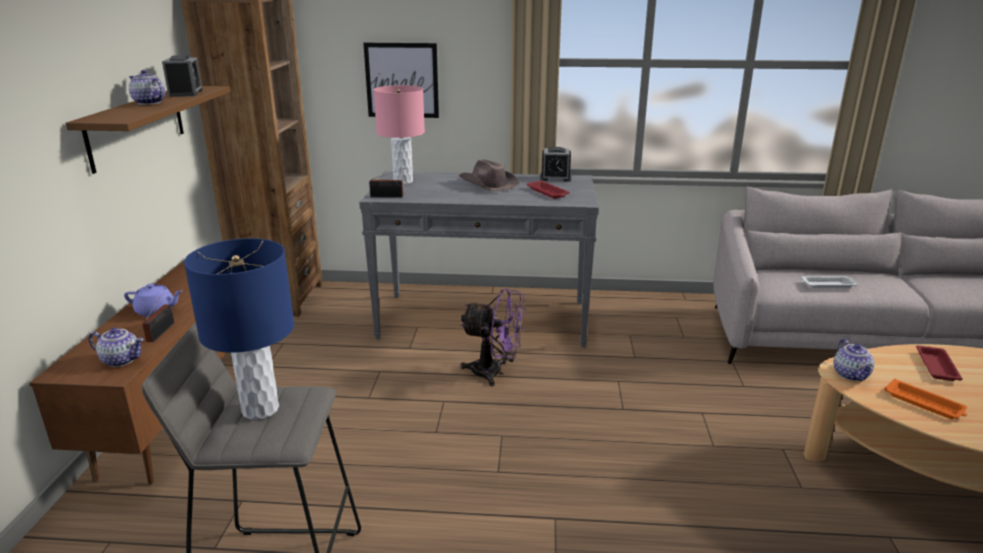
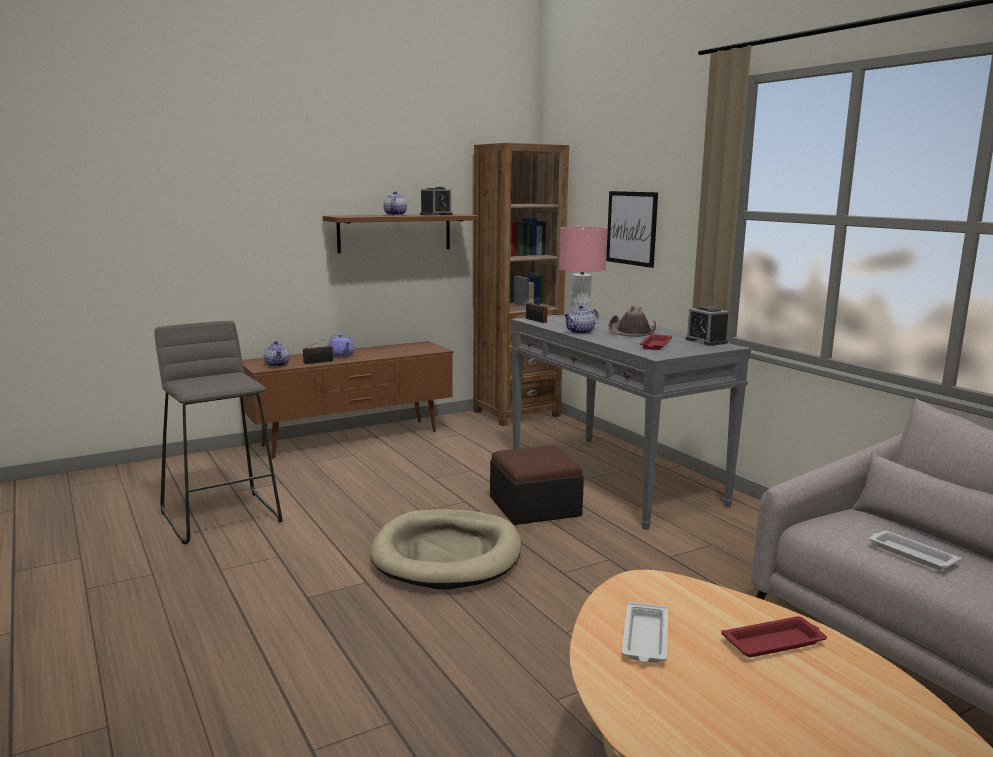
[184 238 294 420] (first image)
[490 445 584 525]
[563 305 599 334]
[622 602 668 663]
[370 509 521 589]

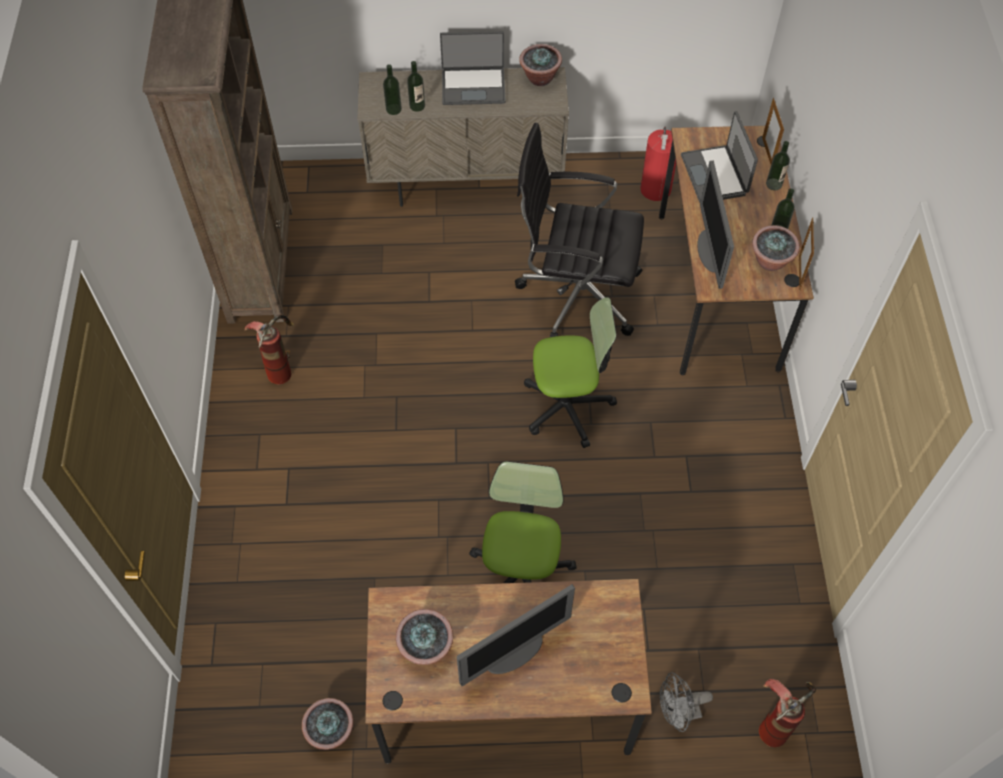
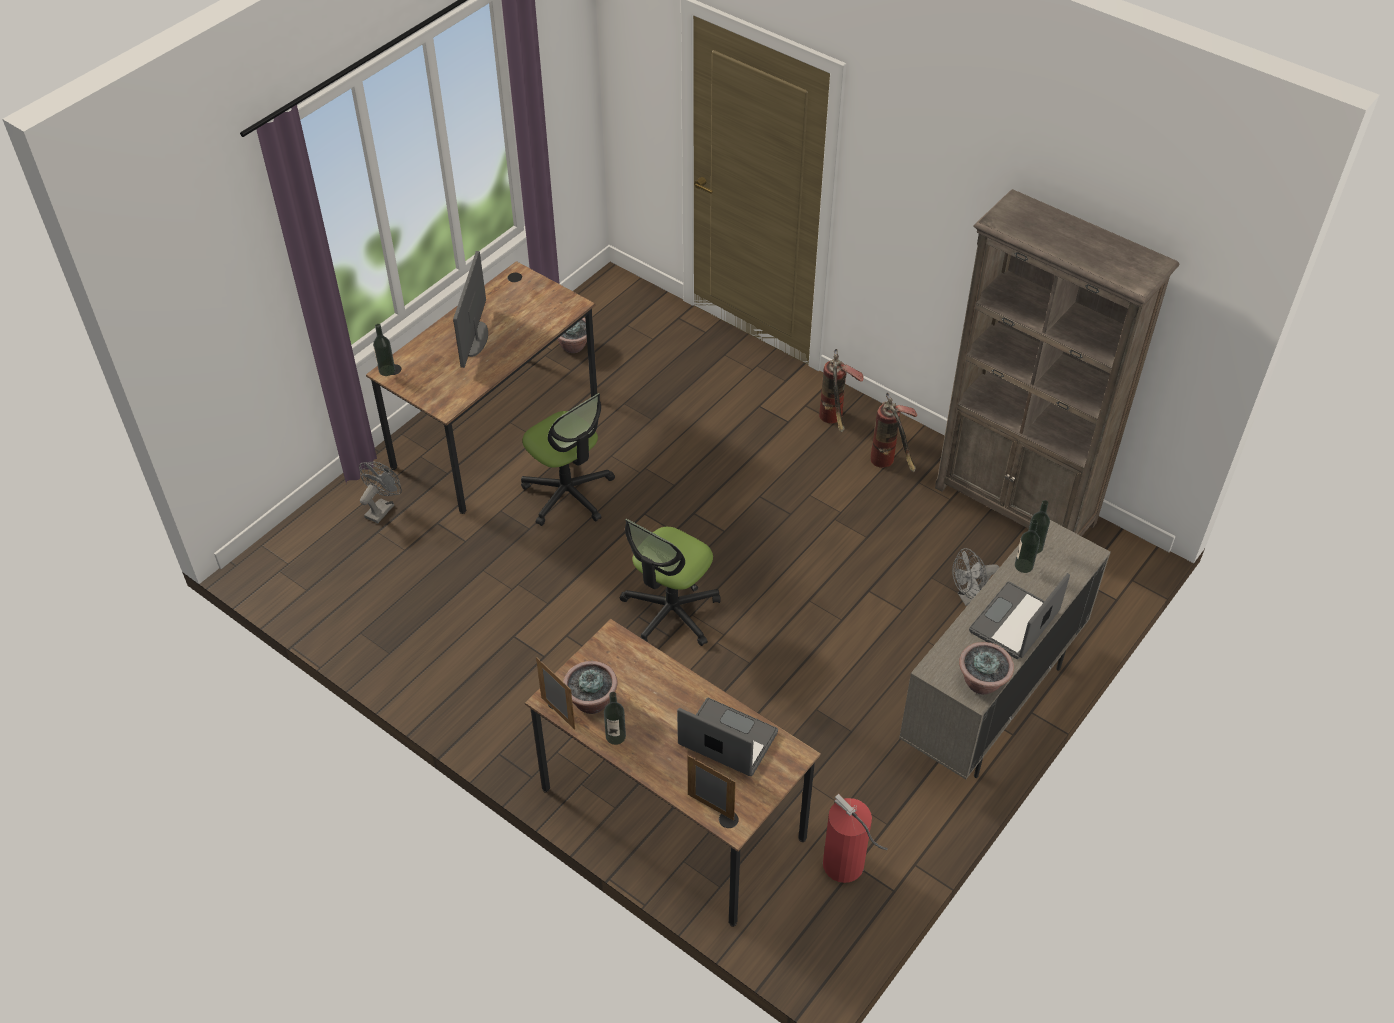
[515 123 644 337] (first image)
[373 324 395 376]
[697 161 734 289] (first image)
[396 609 453 665] (first image)
[819 349 864 432]
[952 548 999 606]

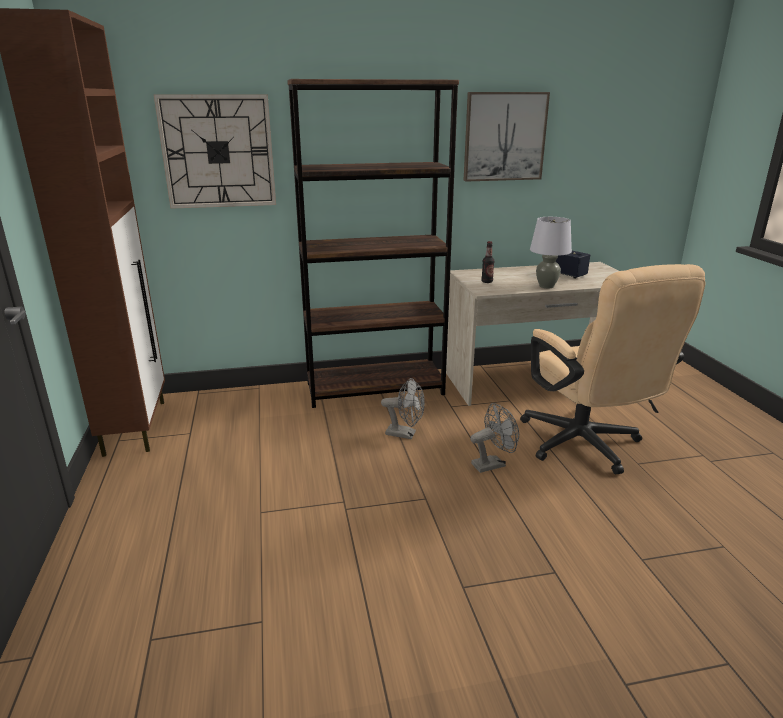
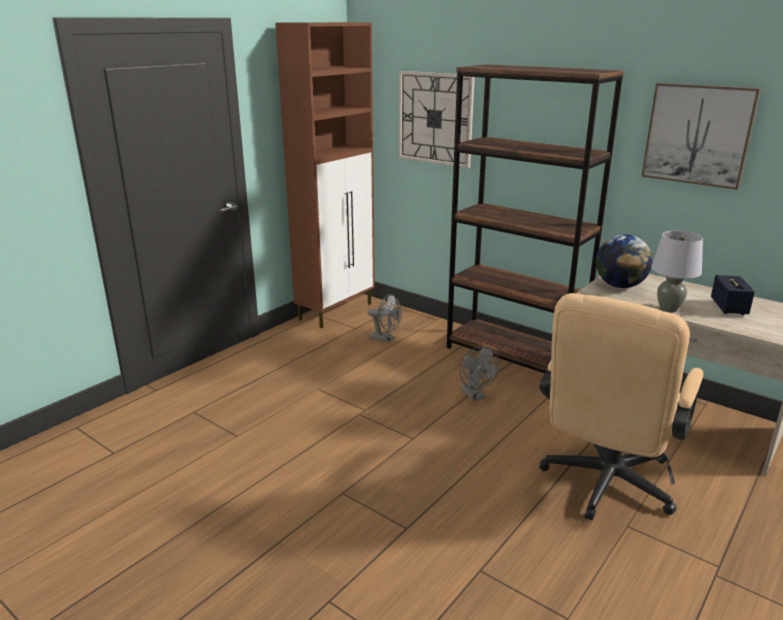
[596 234 653 288]
[367 294 402 343]

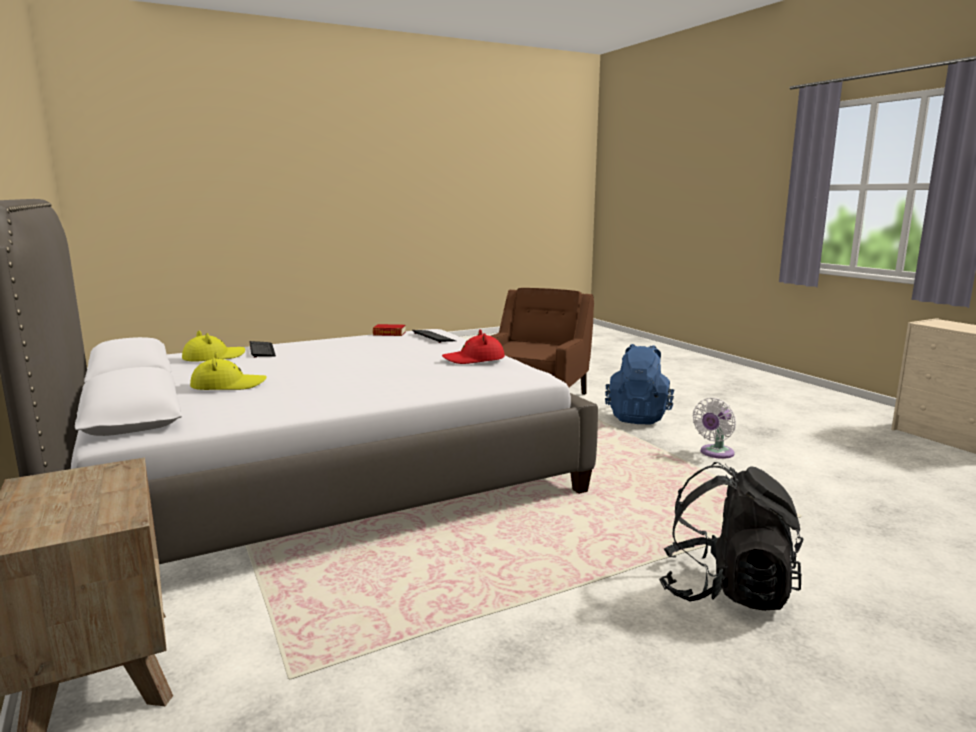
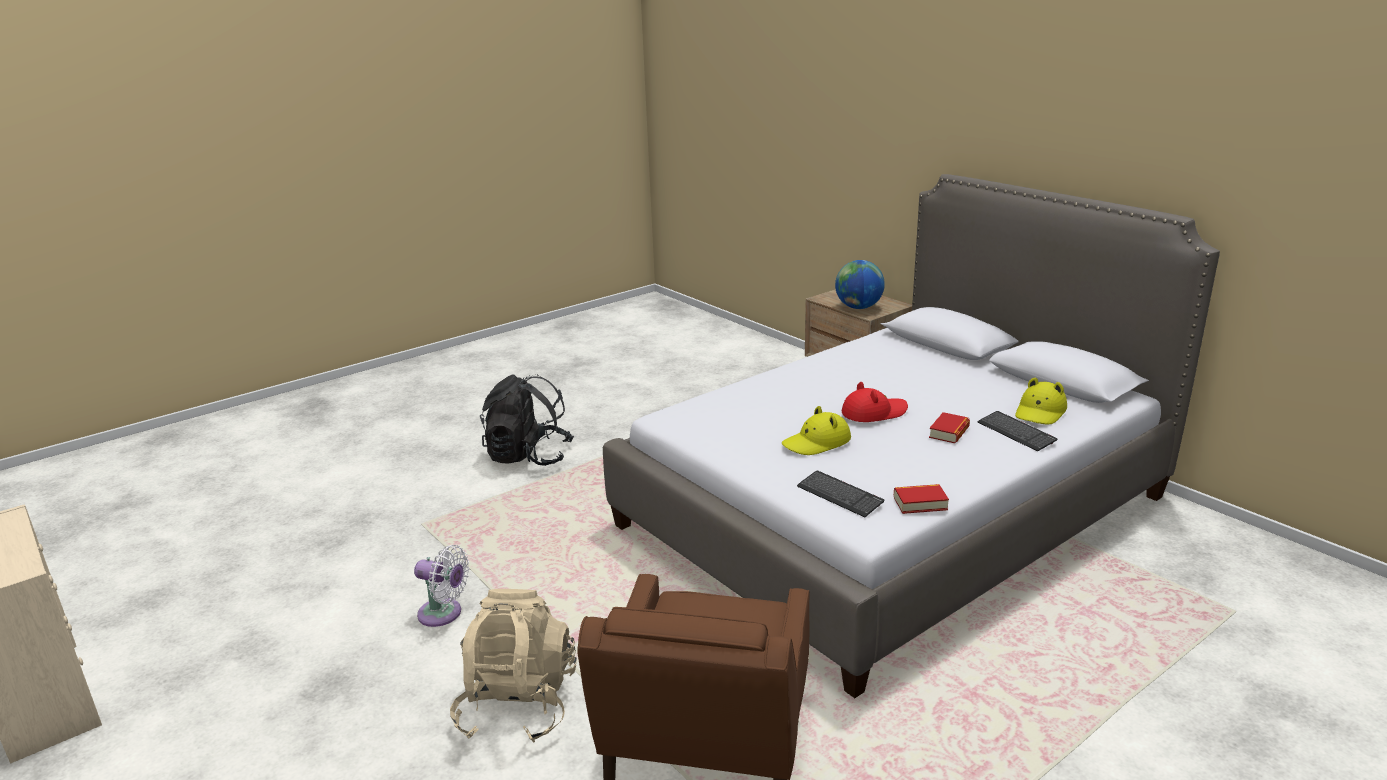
[842 382 908 422]
[450 589 576 742]
[782 406 851 455]
[414 545 469 627]
[835 260 885 309]
[929 412 970 443]

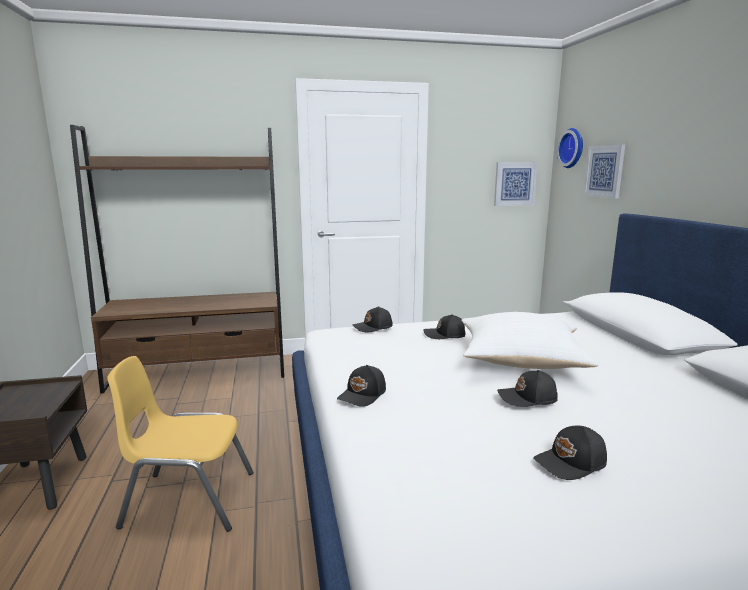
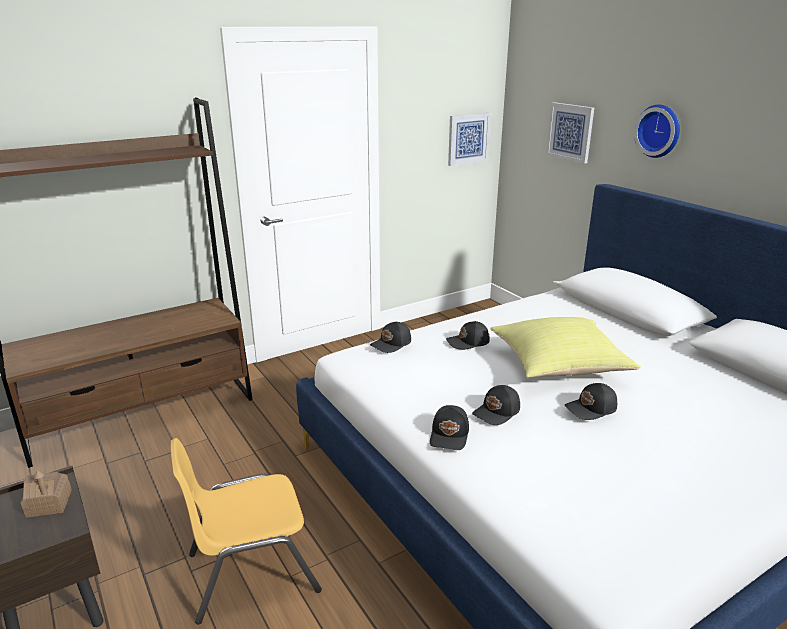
[634 105 680 158]
[490 317 641 378]
[472 385 520 425]
[20 470 72 518]

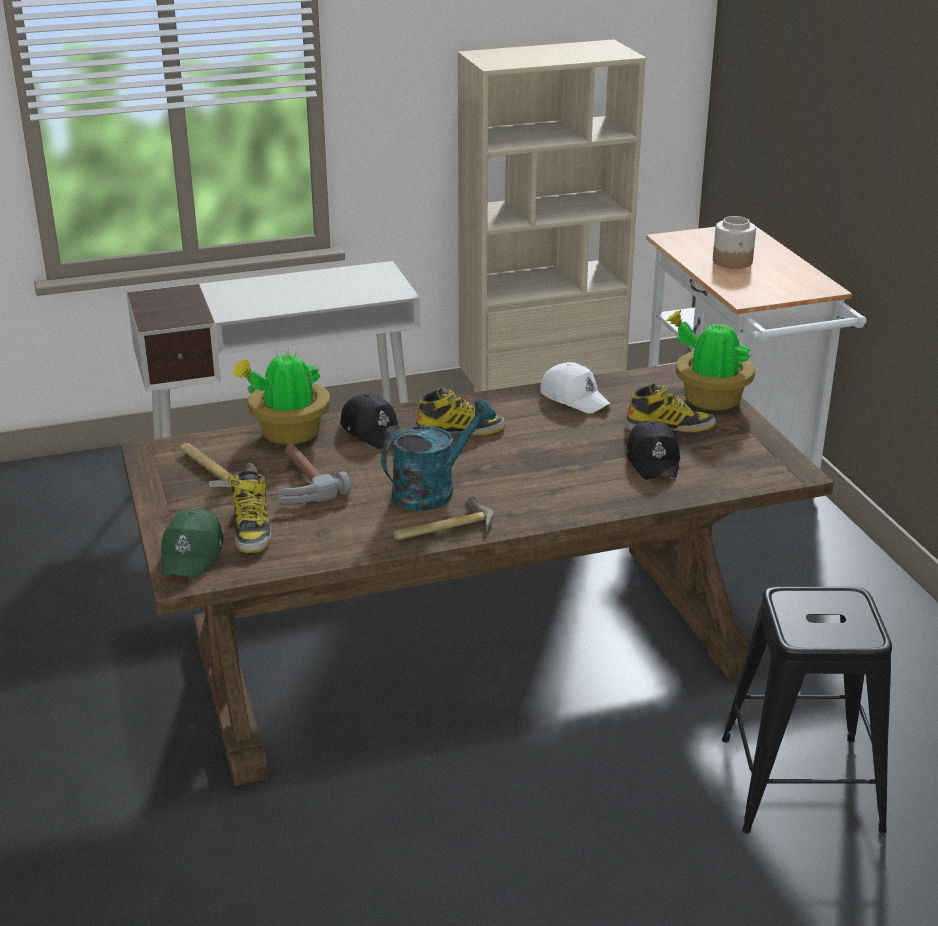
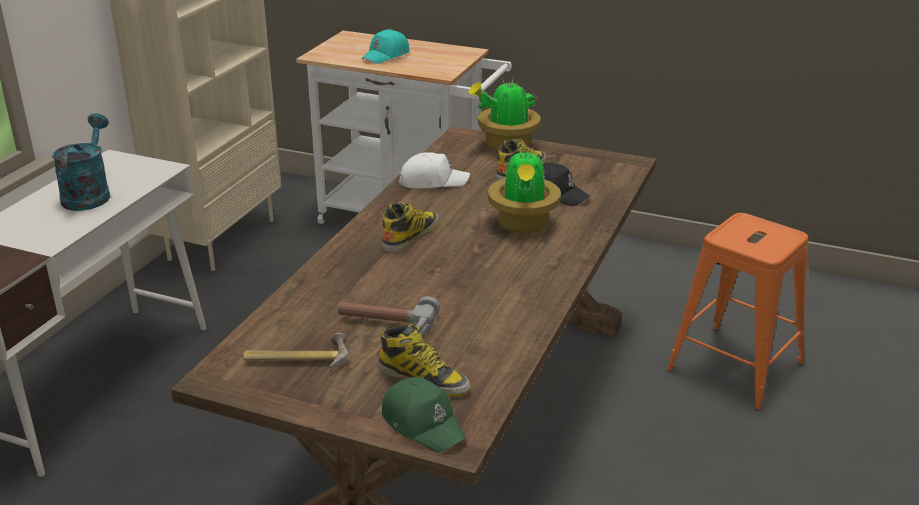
[362 29 410 64]
[488 146 561 233]
[341 393 400 449] (first image)
[52 113 110 211]
[393 495 494 540] (first image)
[667 213 808 410]

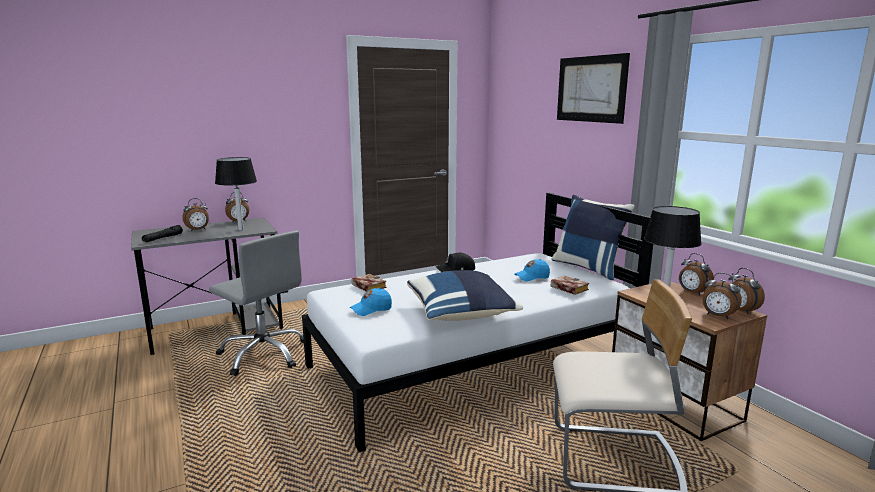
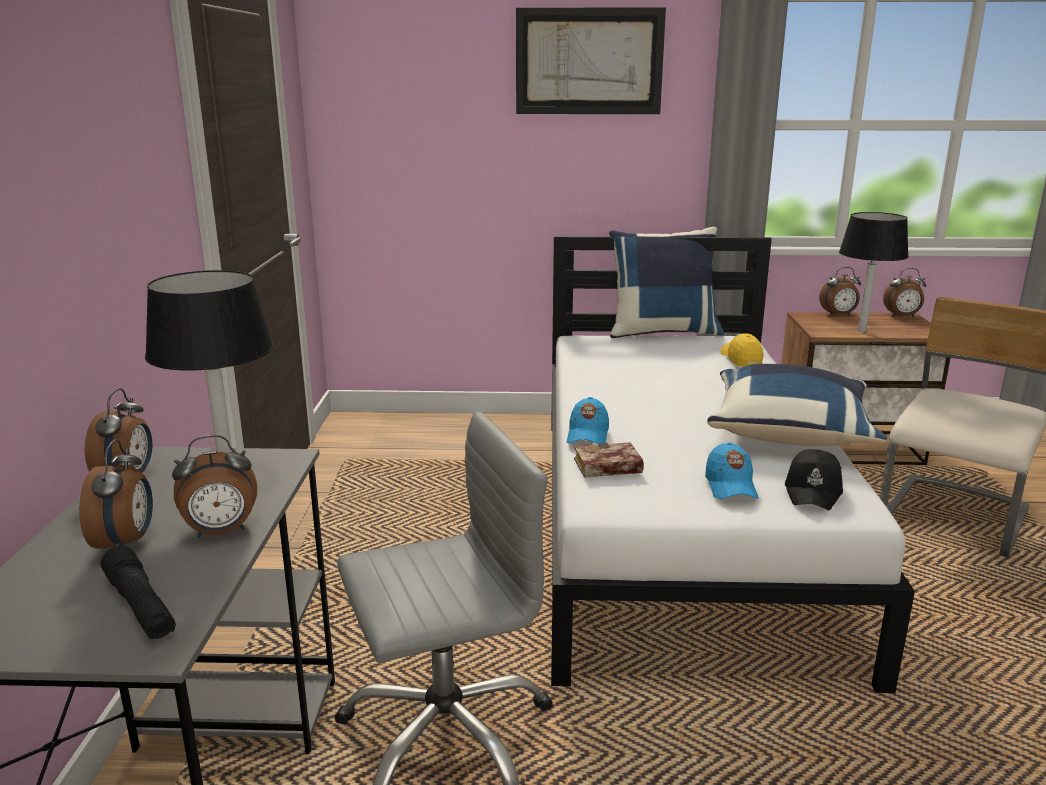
[785 449 843 510]
[567 397 609 444]
[172 435 257 537]
[720 333 763 367]

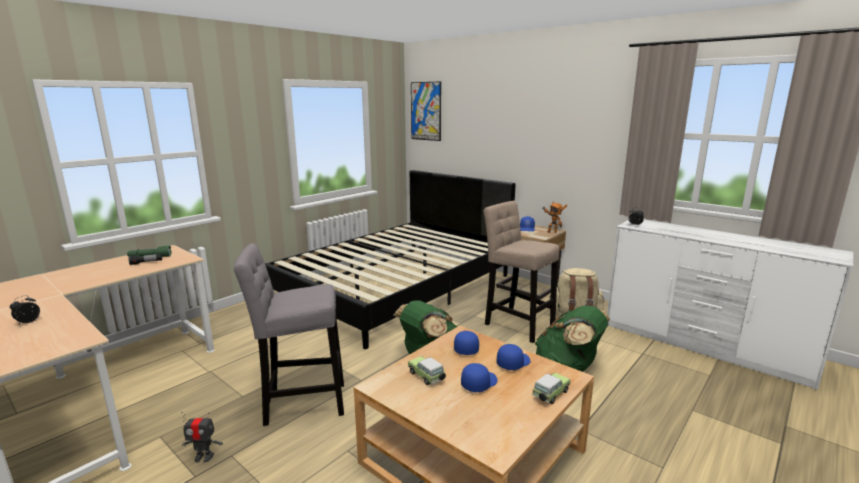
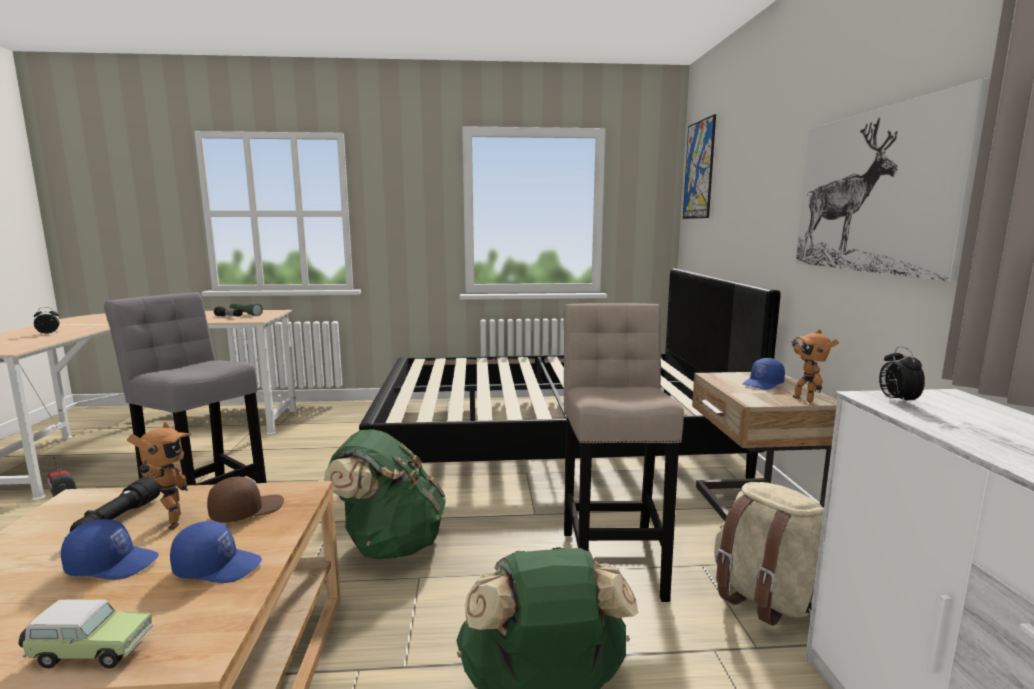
[207 477 284 523]
[70 477 161 532]
[796 79 990 282]
[127 422 192 530]

